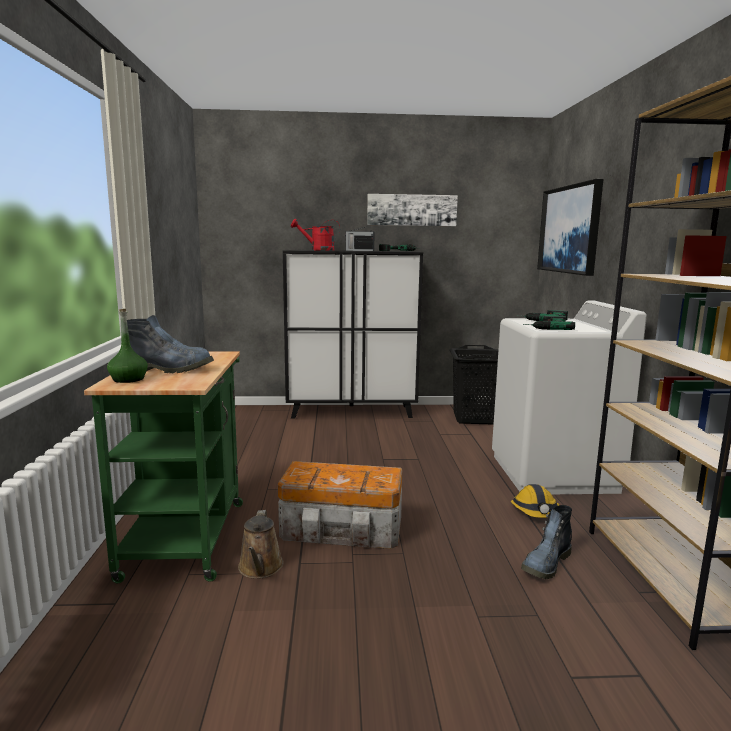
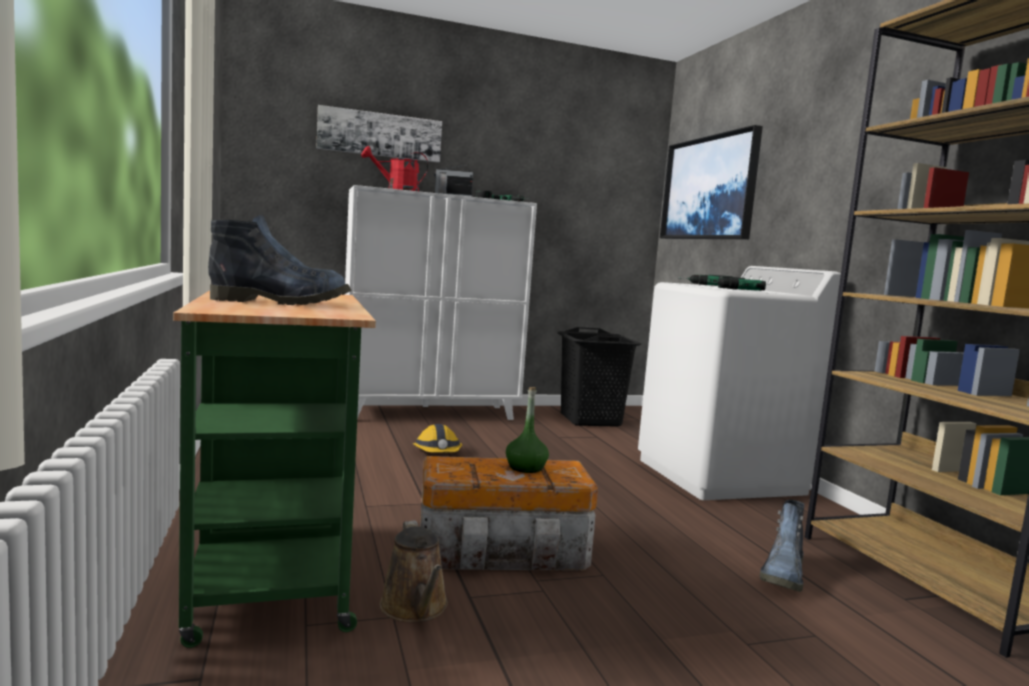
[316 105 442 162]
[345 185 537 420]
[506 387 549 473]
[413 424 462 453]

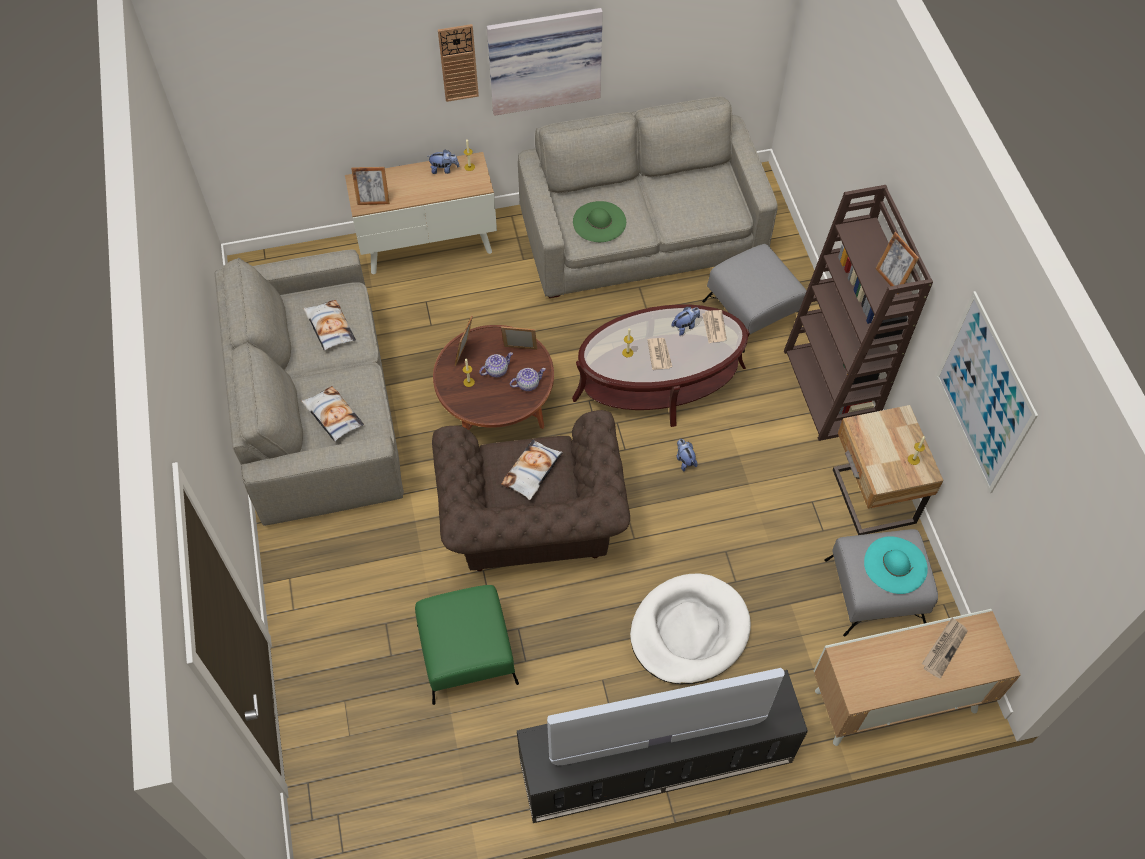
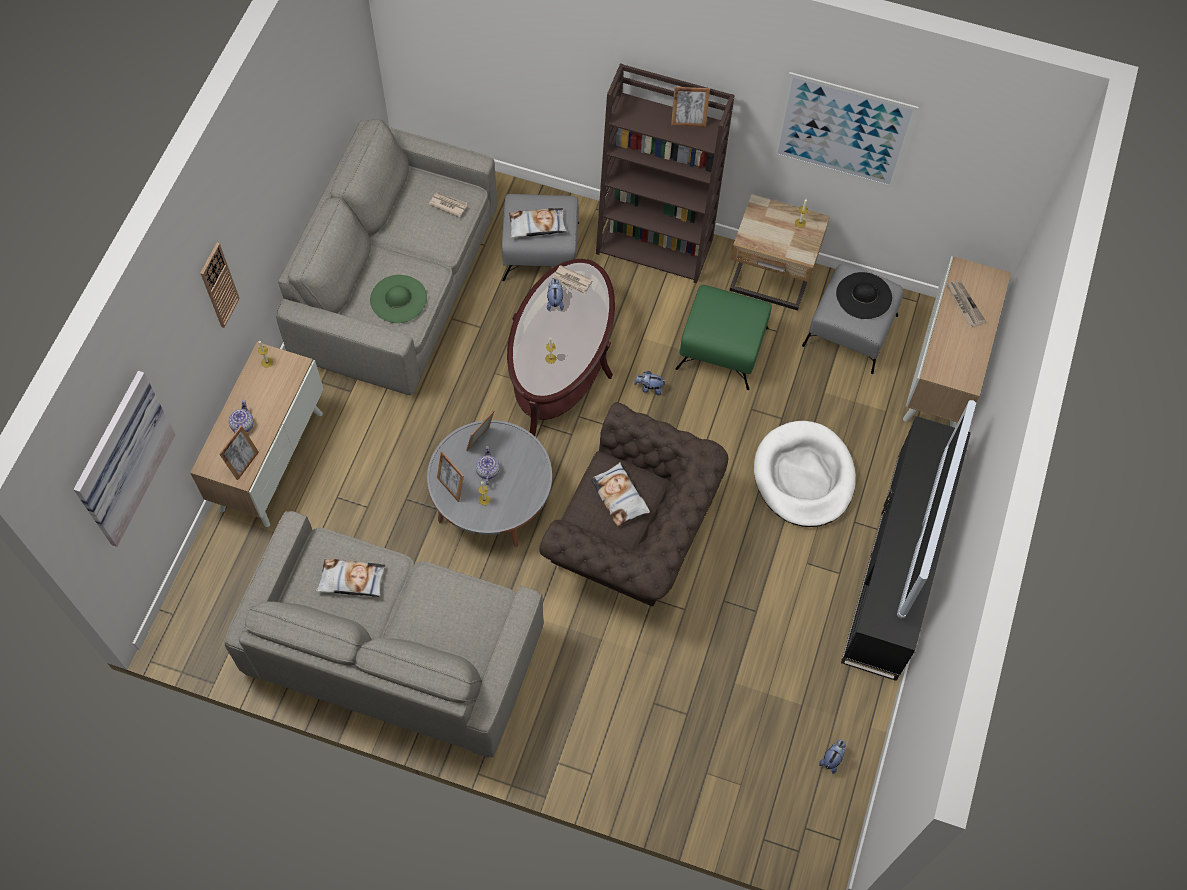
[73 371 176 547]
[819 740 846 774]
[427 420 552 548]
[429 193 467 218]
[229 400 254 434]
[509 208 567 238]
[836 272 892 319]
[675 285 772 390]

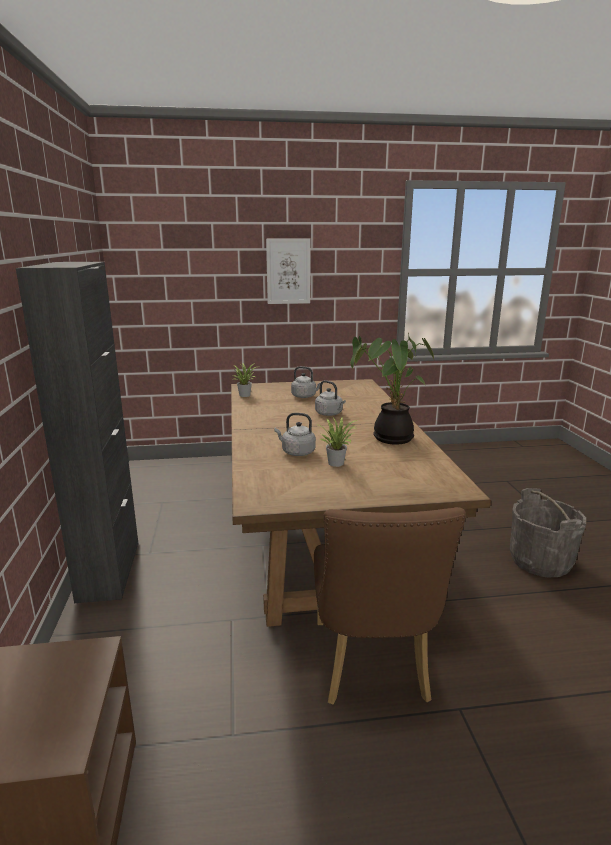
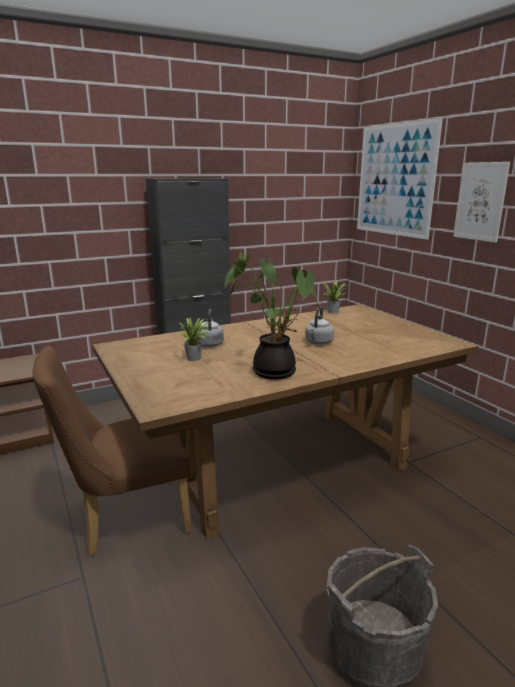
[291 366 321 398] (first image)
[357 118 443 240]

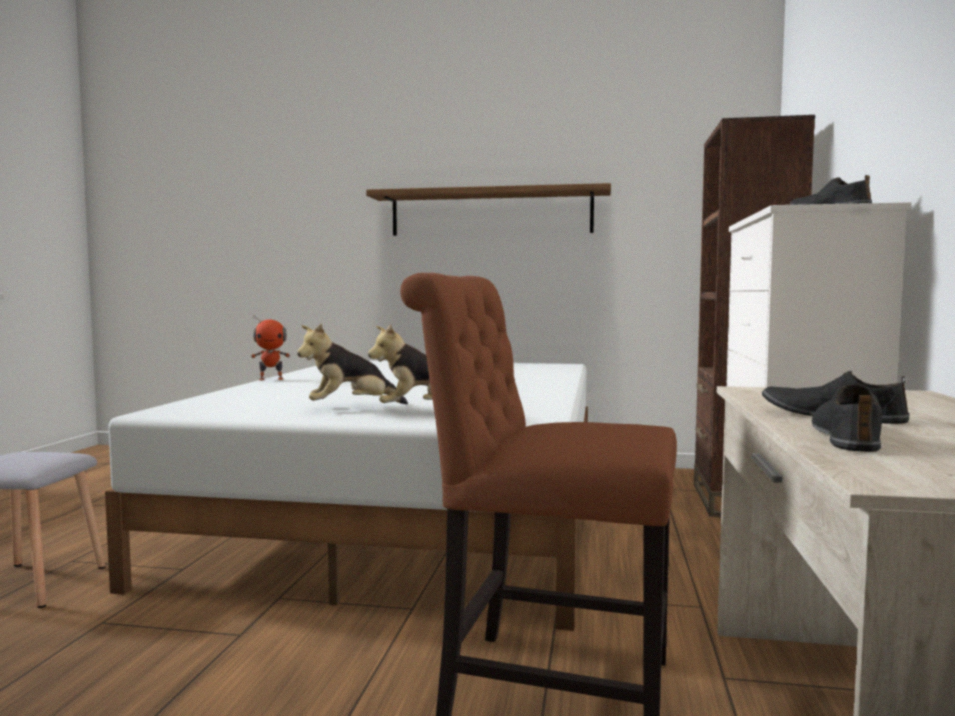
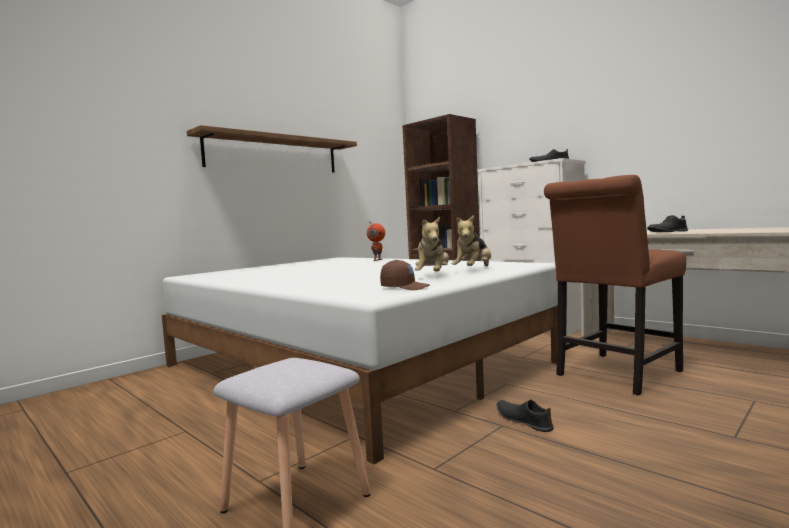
[367 221 385 261]
[496 400 553 432]
[380 260 430 290]

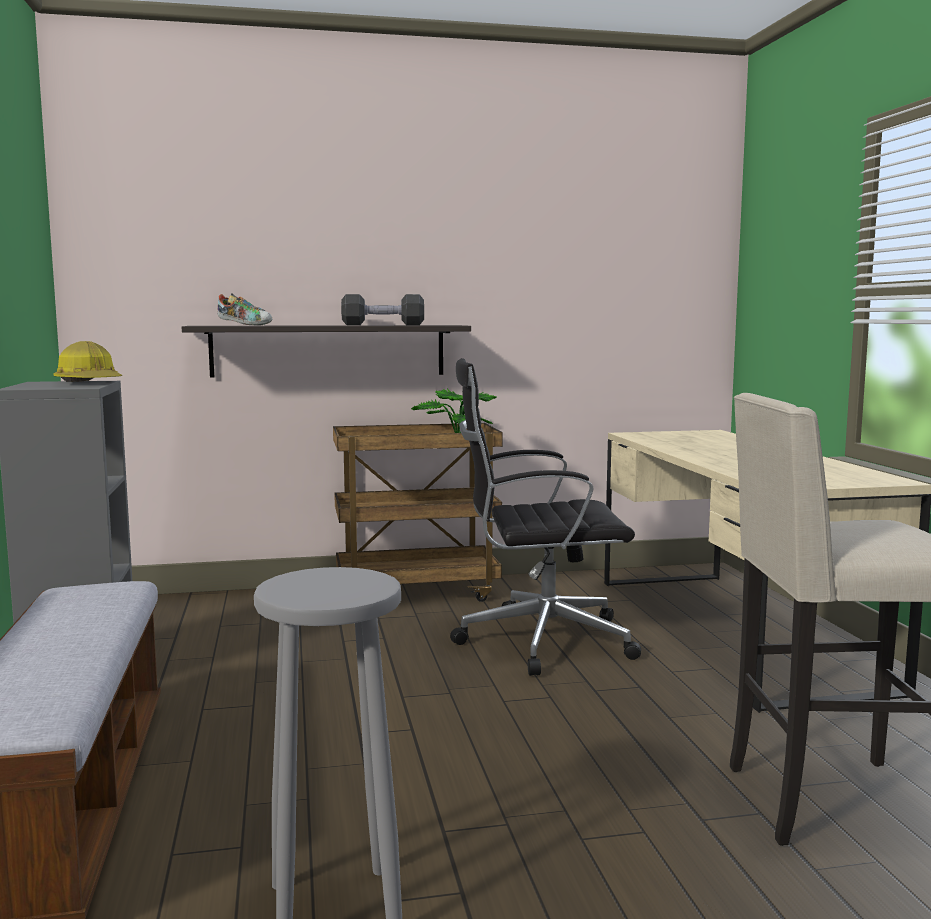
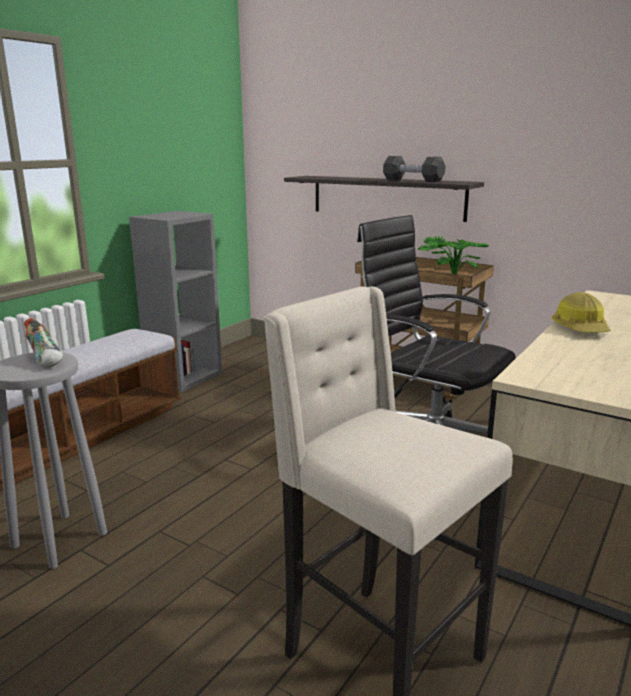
[24 318 63 368]
[552 292 610 333]

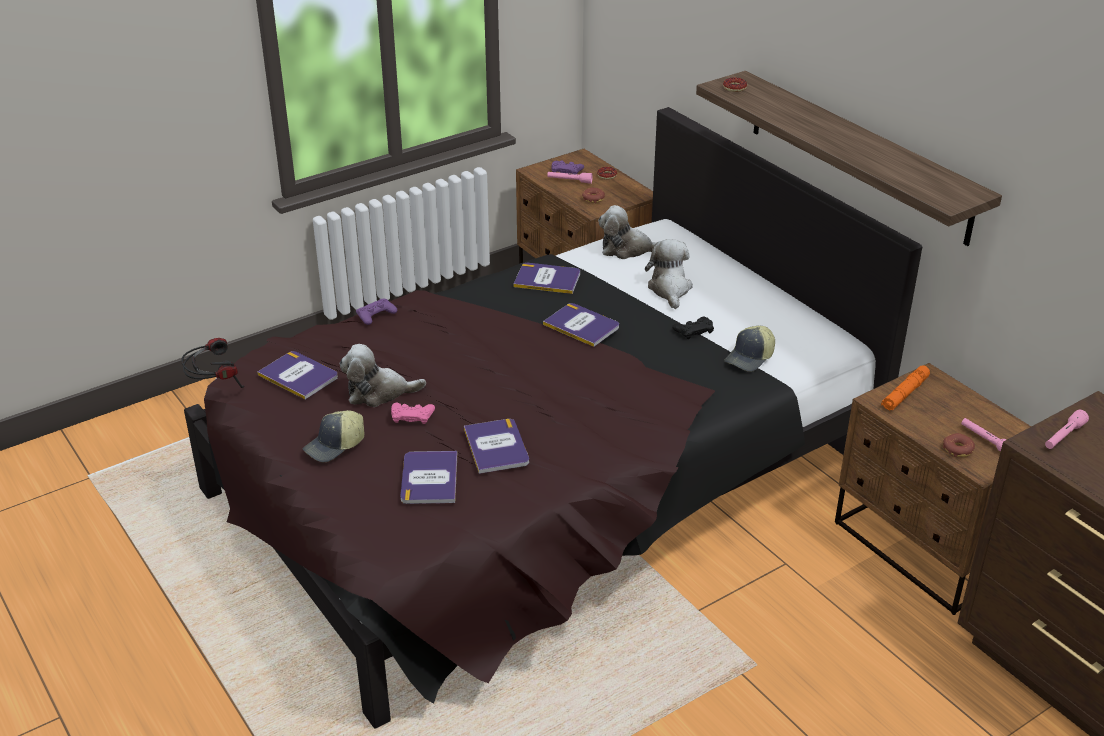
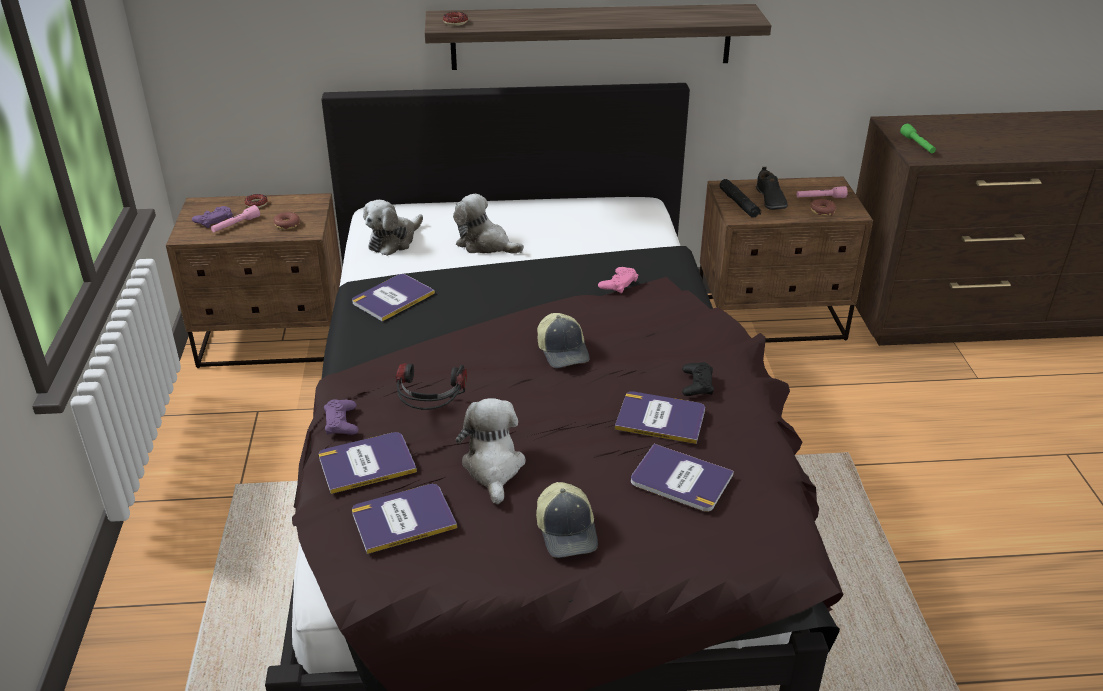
[319 432 417 494]
[682 362 714 396]
[537 313 590 368]
[396 363 467 410]
[456 398 526 505]
[719 179 761 218]
[598 267 639 293]
[900 124 936 153]
[756 167 788 210]

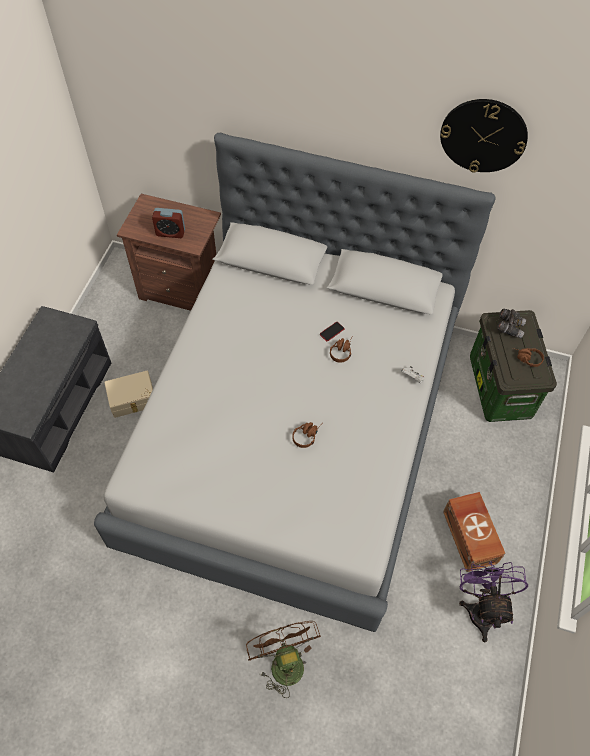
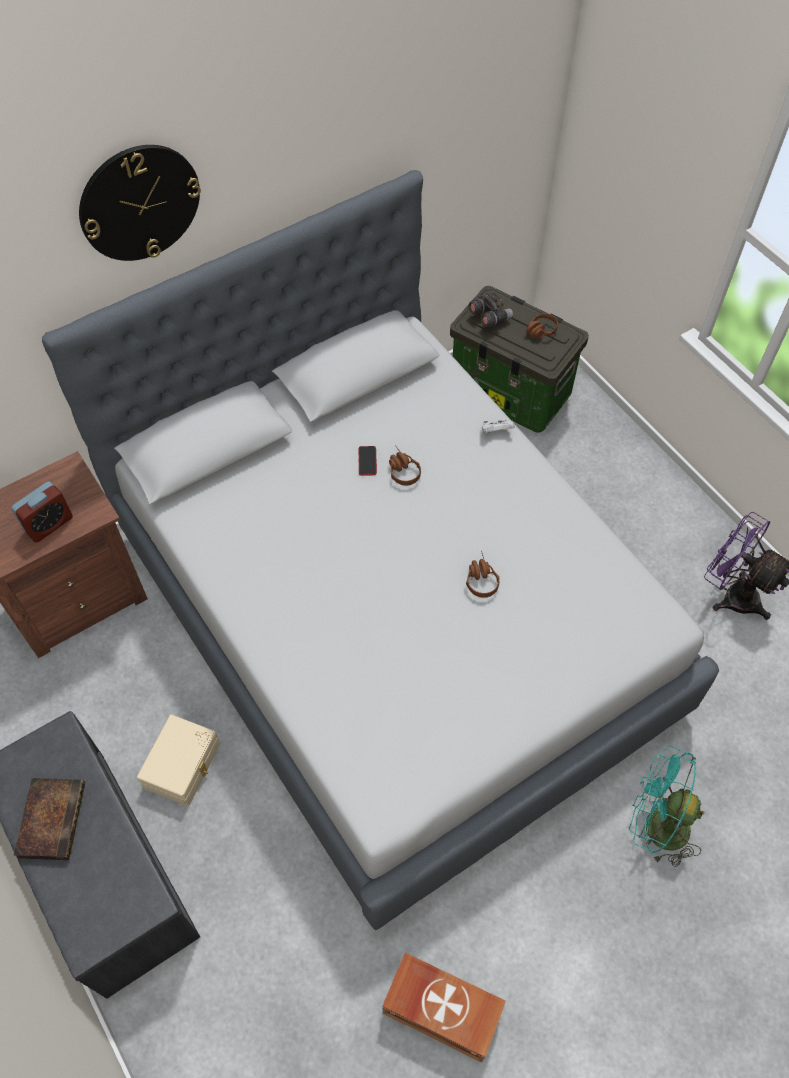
[79 145 201 261]
[382 953 506 1062]
[629 746 705 867]
[14 778 85 860]

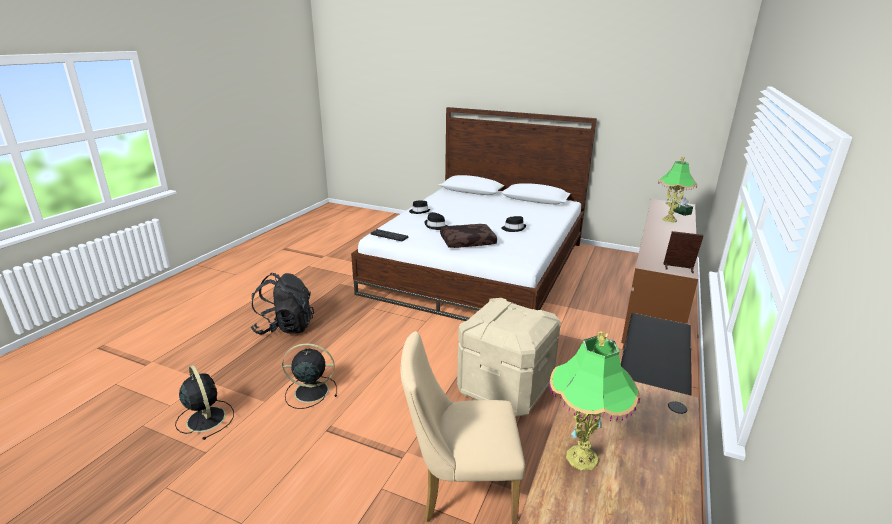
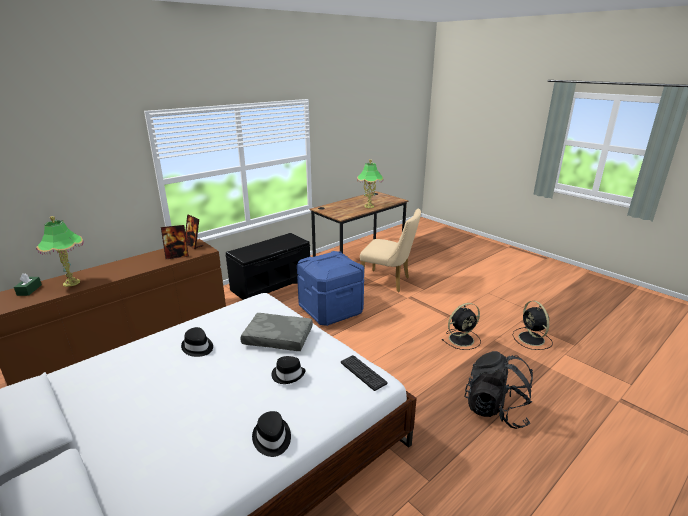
[240 313 313 351]
[297 251 364 326]
[442 303 481 350]
[161 225 189 259]

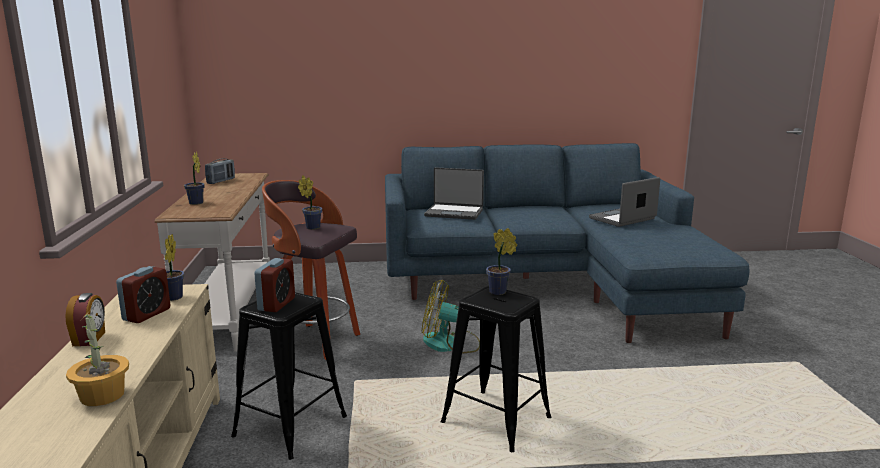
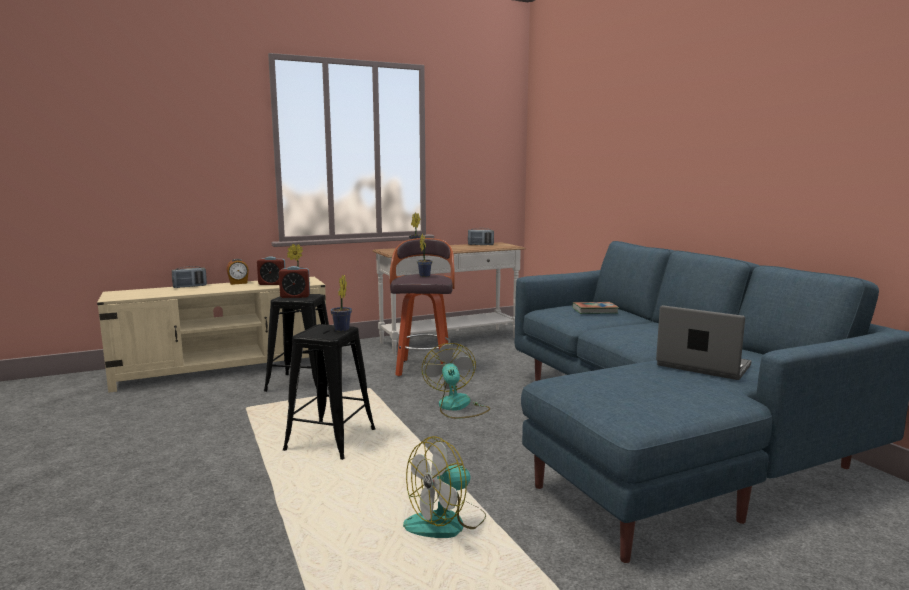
[572 302 619 314]
[66 311 129 406] (first image)
[172 266 207 288]
[403 436 486 538]

